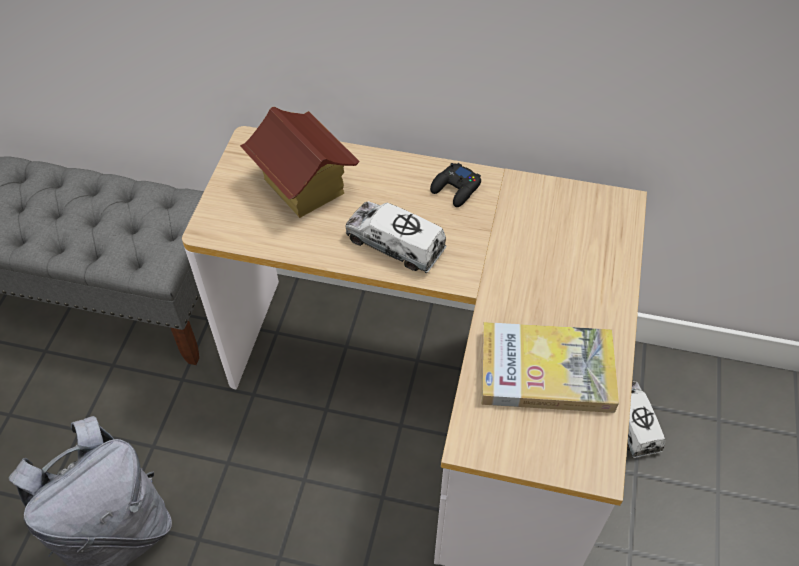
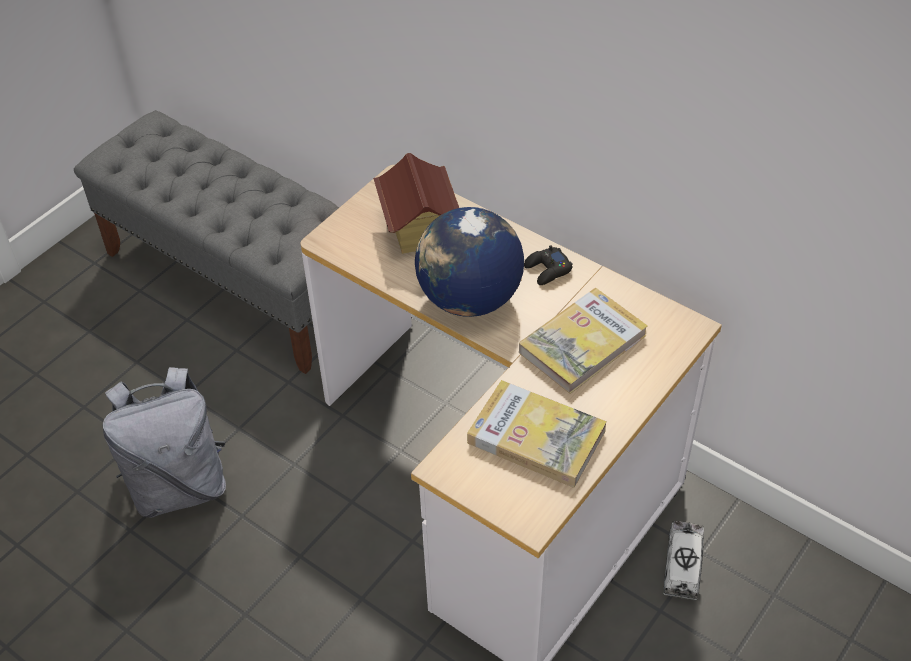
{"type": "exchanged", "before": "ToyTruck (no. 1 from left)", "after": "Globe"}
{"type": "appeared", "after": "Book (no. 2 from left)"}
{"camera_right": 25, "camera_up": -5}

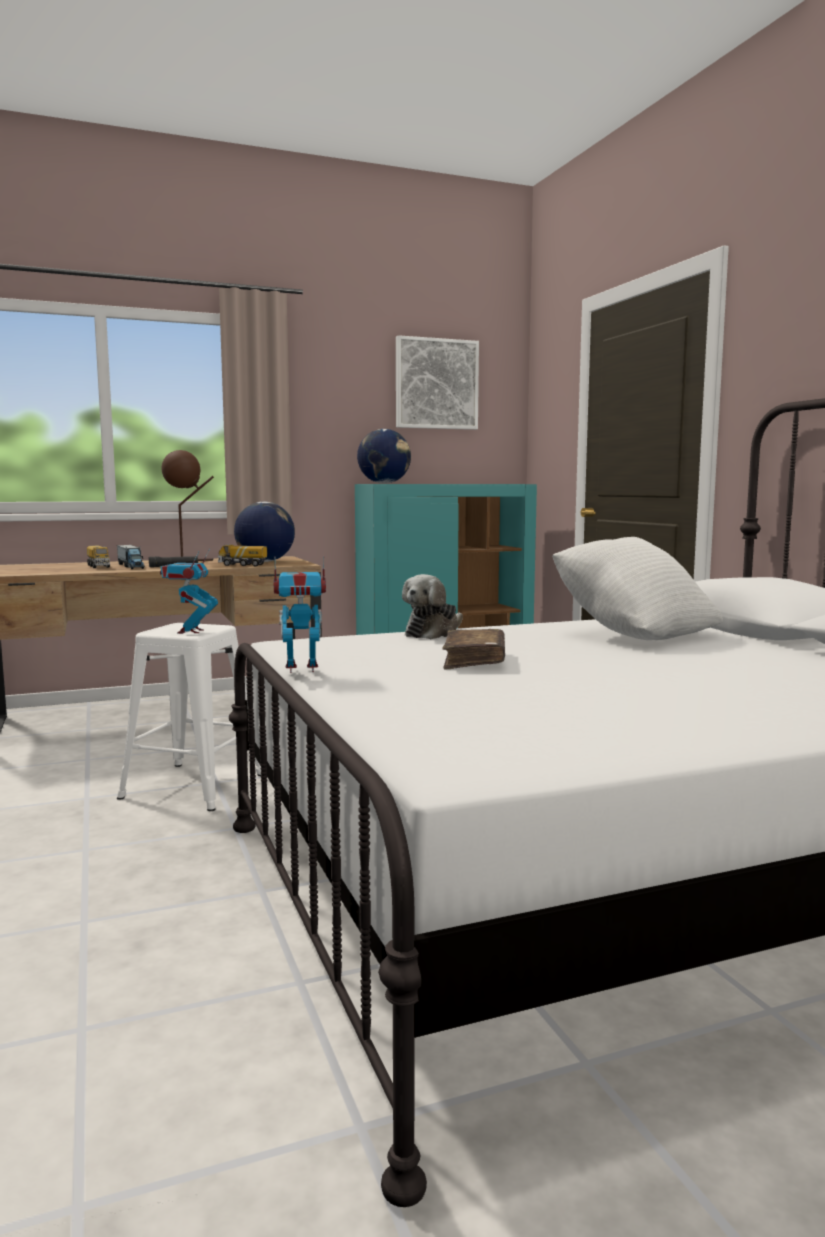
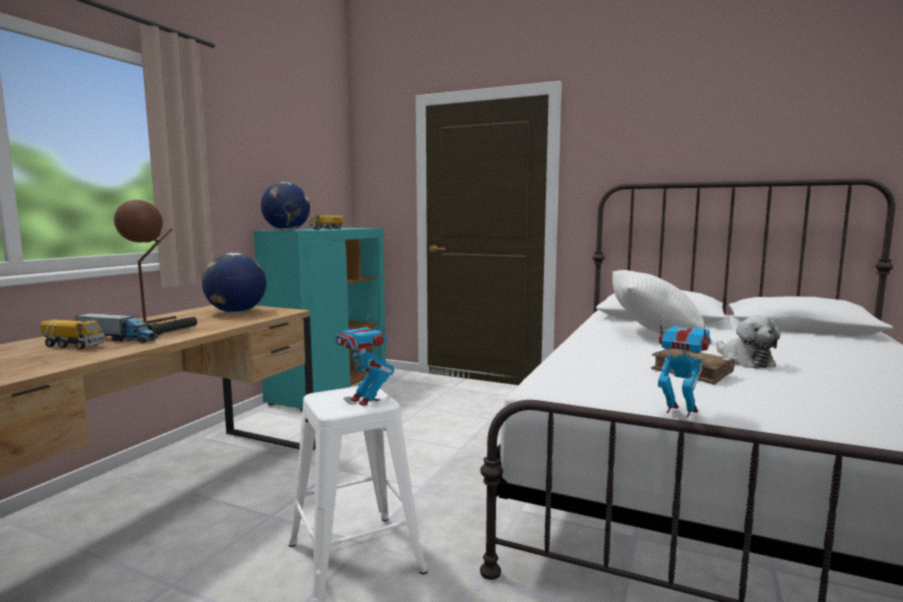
{"type": "relocated", "before": "ToyTruck (no. 3 from left)"}
{"type": "spun", "before": "ToyRobot (no. 2 from left)", "turn": 90}
{"type": "missing", "before": "Picture"}
{"type": "relocated", "before": "PlushToy"}
{"camera_right": -45, "camera_up": 0}

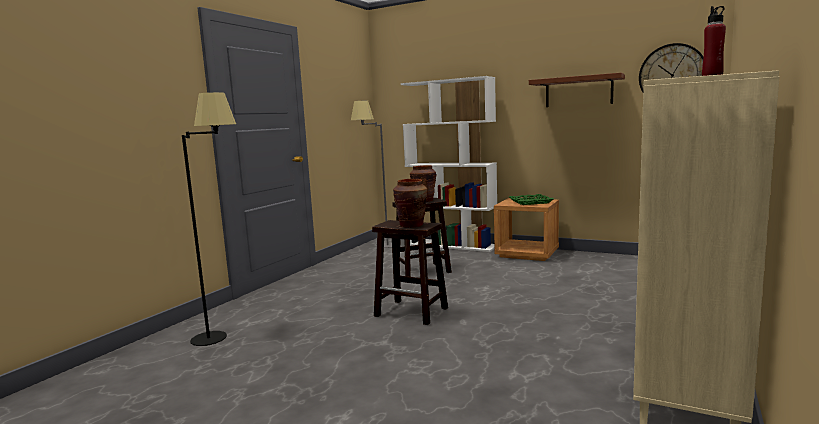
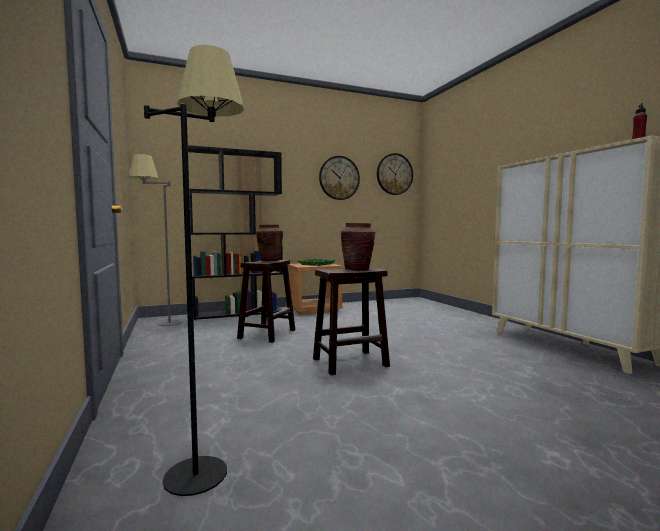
{"type": "colour", "before": "WhiteBookcase", "after": "BlackBookcase"}
{"type": "exchanged", "before": "BrownShelf", "after": "WallClock (no. 1 from left)"}
{"camera_right": -50, "camera_up": -5}

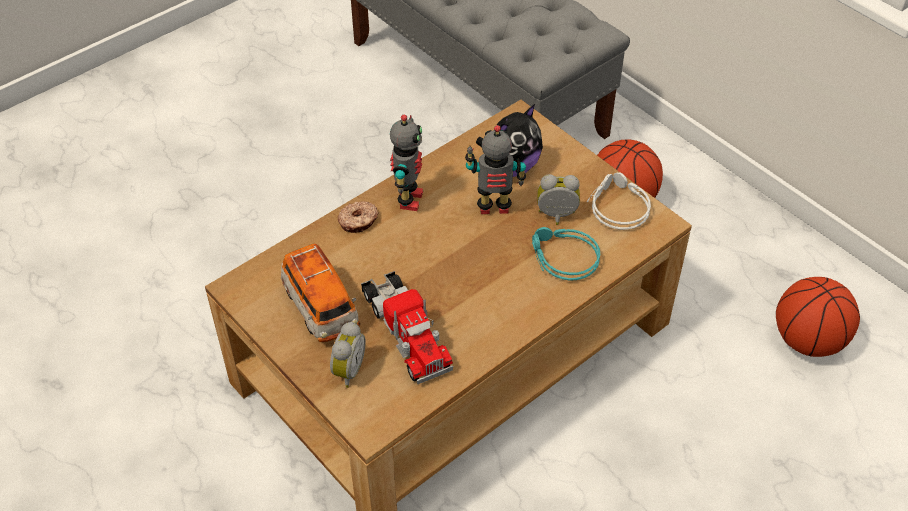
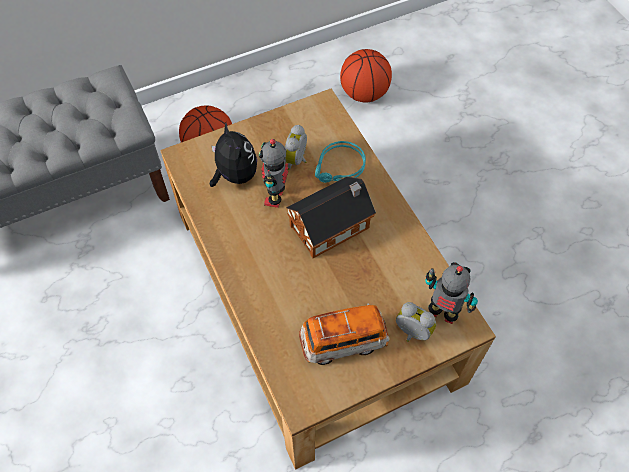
{"type": "missing", "before": "Donut"}
{"type": "missing", "before": "ToyTruck"}
{"type": "relocated", "before": "ToyRobot (no. 1 from left in the first image)", "after": "ToyRobot (no. 2 from left)"}
{"type": "missing", "before": "GreyHeadphones"}
{"type": "appeared", "after": "ToyHouse"}
{"camera_right": -75, "camera_up": 10}

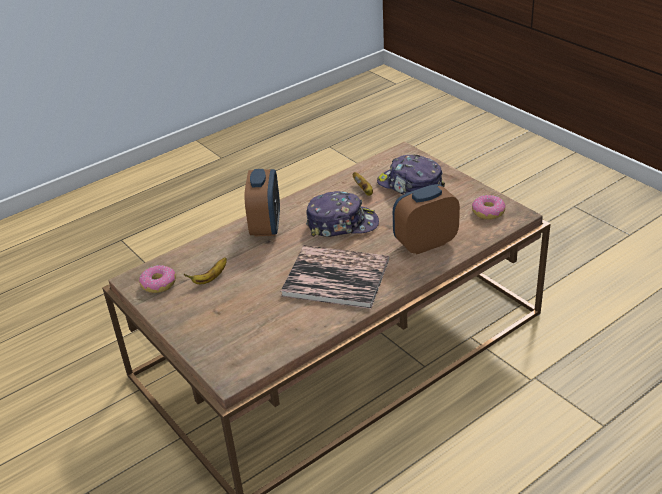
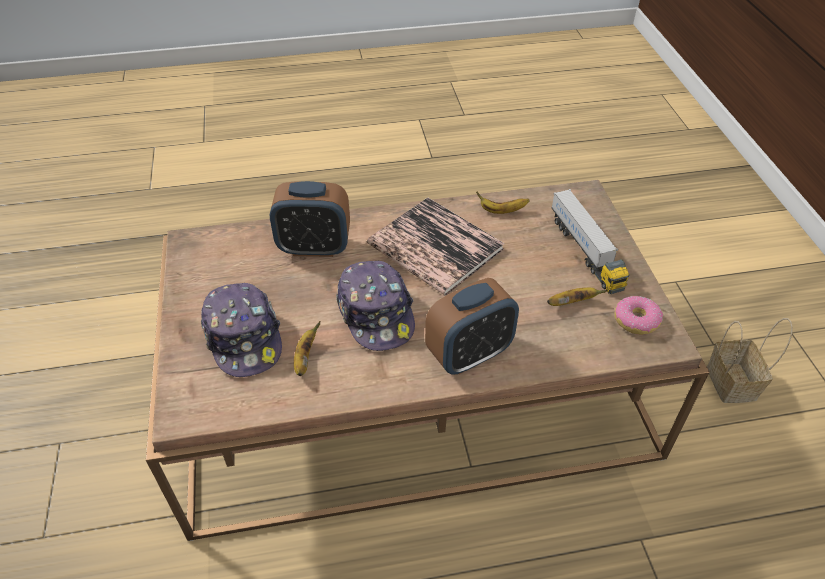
{"type": "spun", "before": "AlarmClock (no. 1 from left in the first image)", "turn": -150}
{"type": "spun", "before": "Cap (no. 1 from left in the first image)", "turn": -135}
{"type": "missing", "before": "Donut (no. 2 from left)"}
{"type": "appeared", "after": "Banana (no. 2 from left)"}
{"type": "appeared", "after": "ToyTruck"}
{"type": "appeared", "after": "Basket"}
{"camera_right": -155, "camera_up": 10}

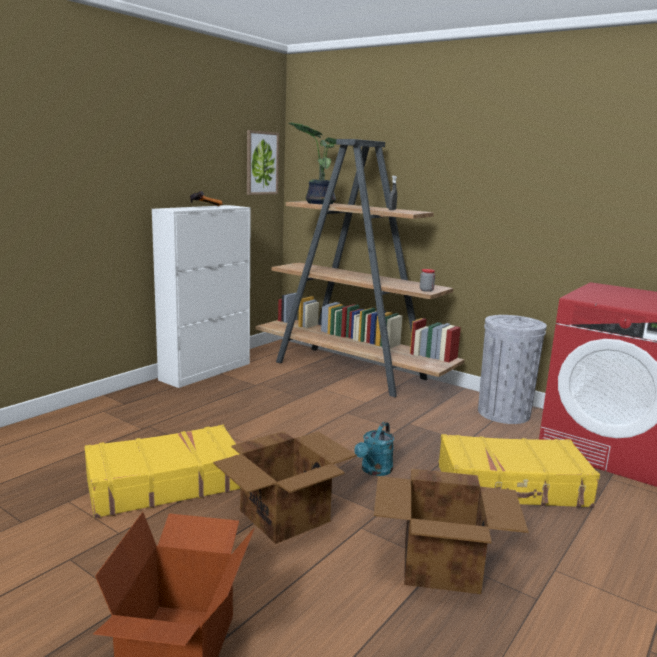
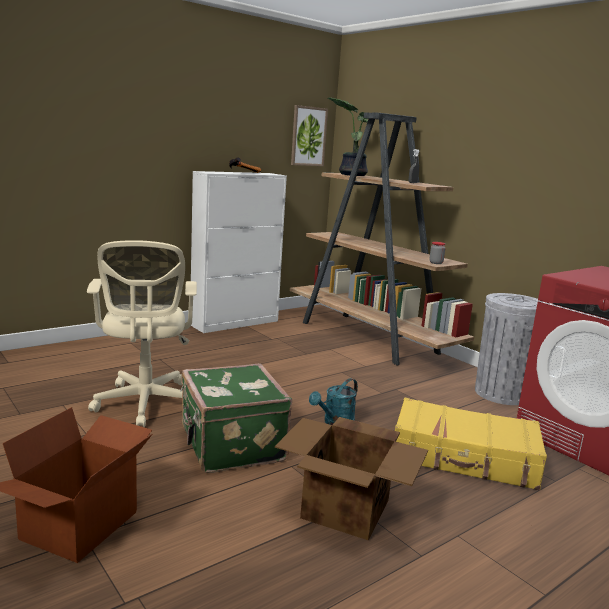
{"type": "exchanged", "before": "YellowSuitcase (no. 1 from left)", "after": "BeigeOfficeChair"}
{"type": "exchanged", "before": "CardboardBox (no. 2 from left)", "after": "GreenSuitcase"}
{"camera_right": 15, "camera_up": 0}

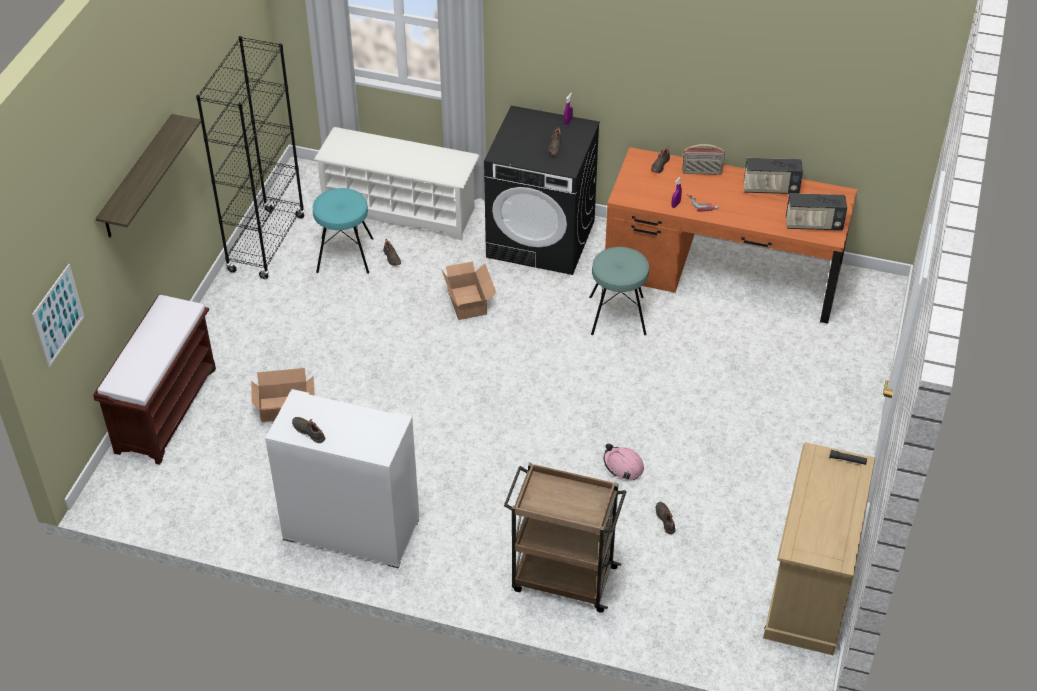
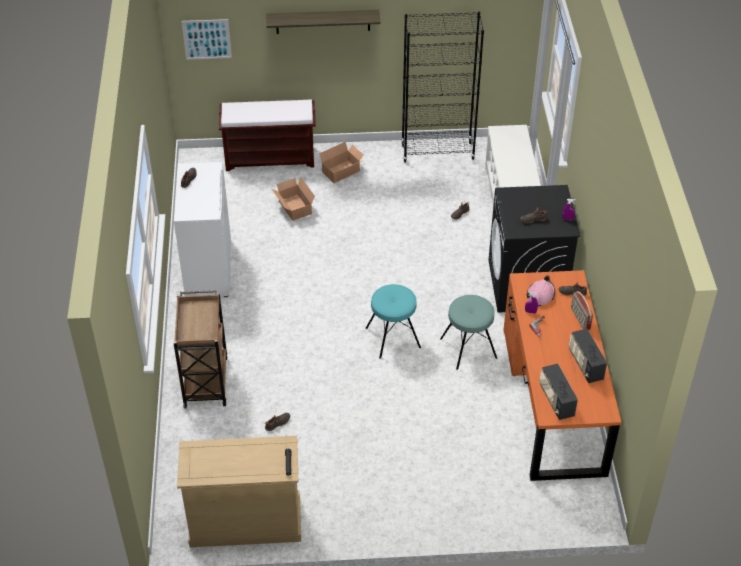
{"type": "relocated", "before": "TurquoiseStool (no. 1 from left)"}
{"type": "relocated", "before": "CardboardBox (no. 2 from left)"}
{"type": "relocated", "before": "PinkHardHat"}
{"camera_right": 70, "camera_up": 0}

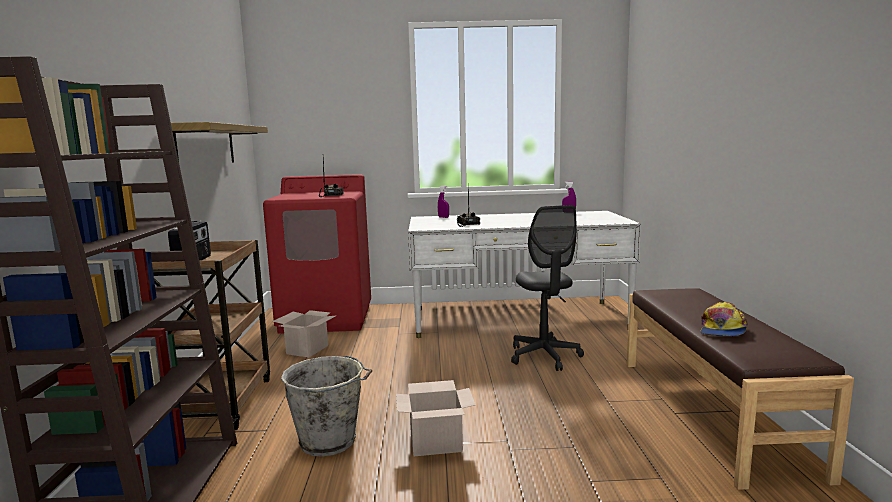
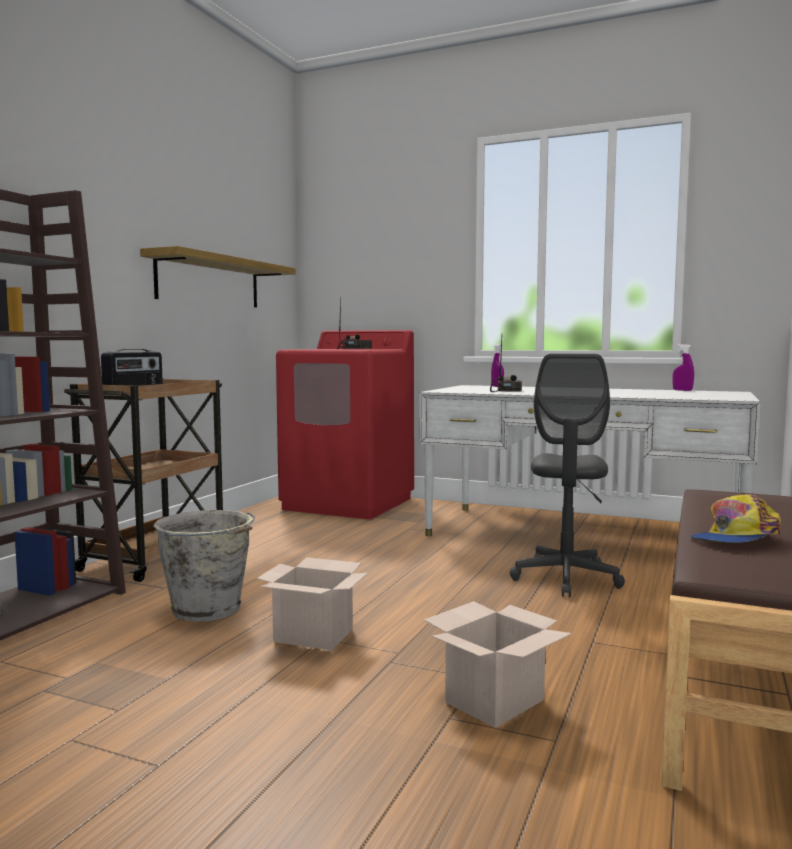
{"type": "relocated", "before": "CardboardBox (no. 1 from left in the first image)", "after": "CardboardBox (no. 2 from left)"}
{"camera_right": 25, "camera_up": -5}

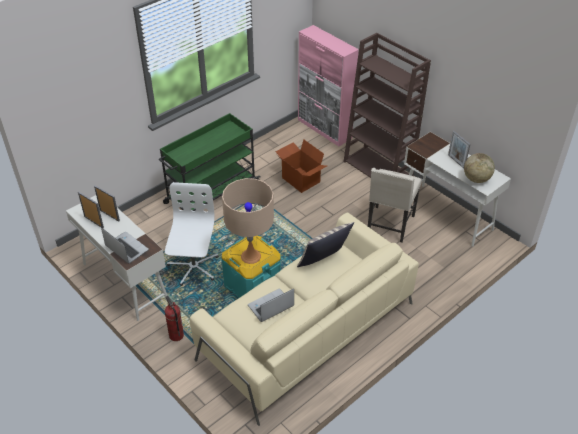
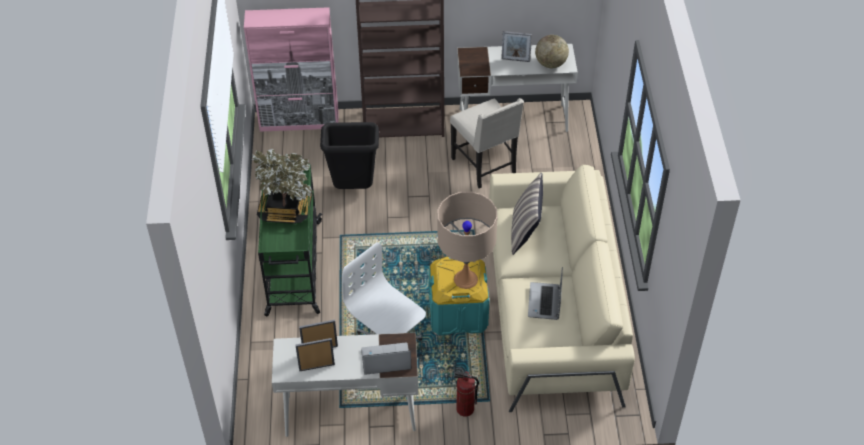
{"type": "exchanged", "before": "CardboardBox", "after": "BlackTrashCan"}
{"type": "appeared", "after": "PottedPlant"}
{"camera_right": -50, "camera_up": 5}

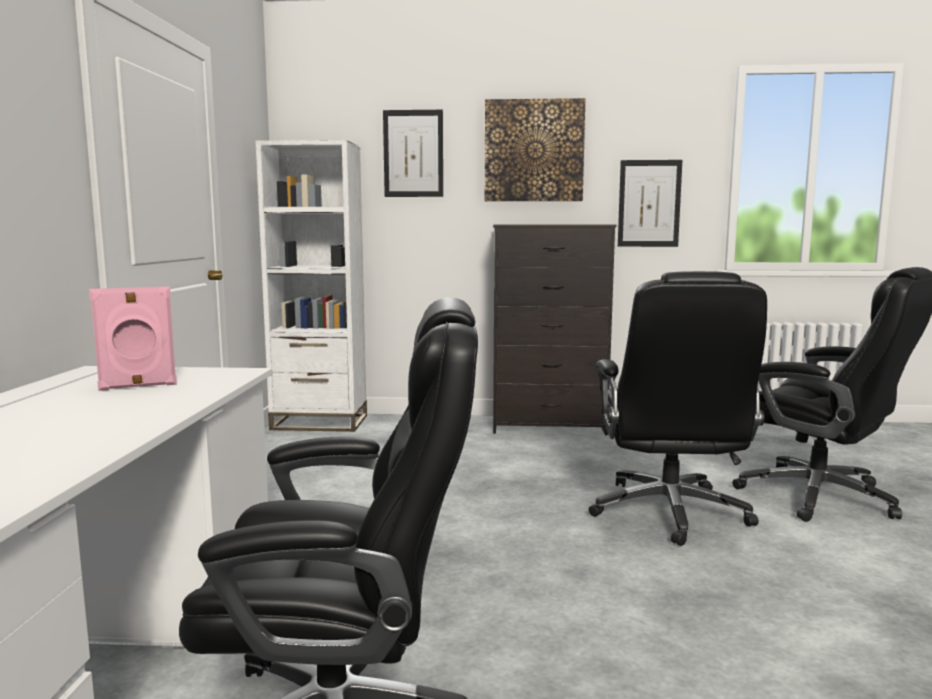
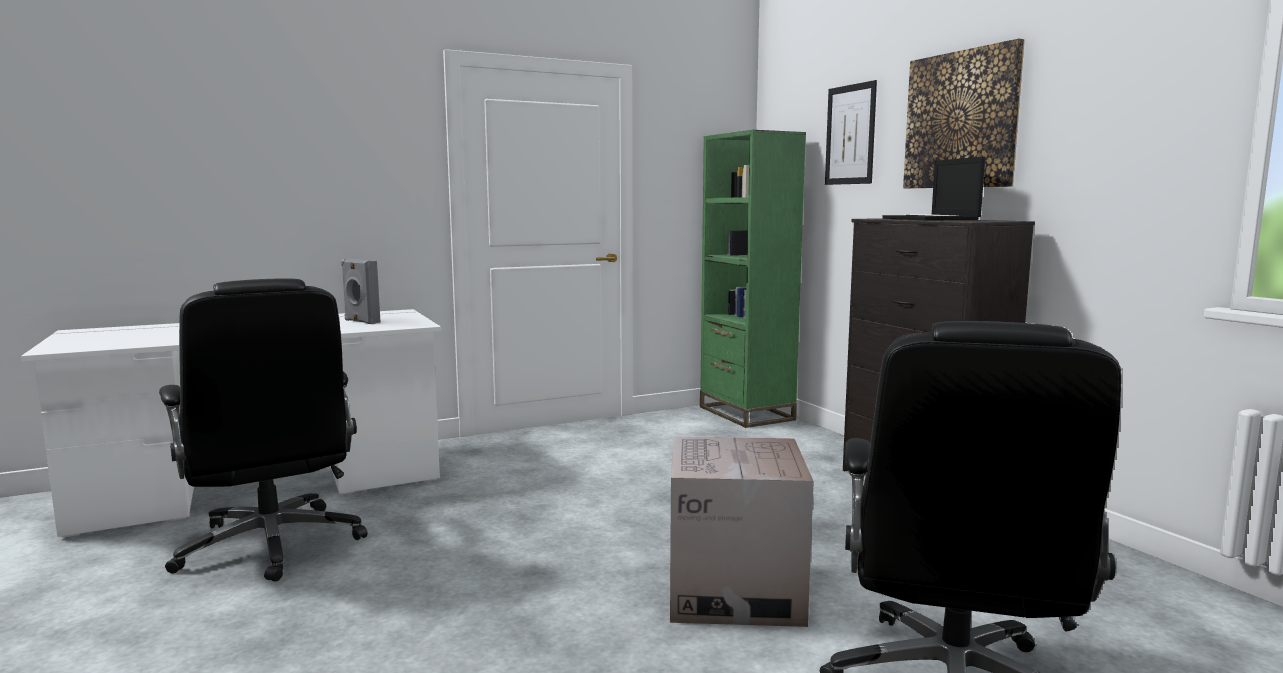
{"type": "colour", "before": "PinkSpeaker", "after": "GreySpeaker"}
{"type": "colour", "before": "WhiteBookcase", "after": "GreenBookcase"}
{"type": "exchanged", "before": "BlackOfficeChair (no. 2 from left)", "after": "CardboardBox"}
{"type": "missing", "before": "Picture (no. 3 from left)"}
{"type": "appeared", "after": "Laptop"}
{"camera_right": 60, "camera_up": 0}

